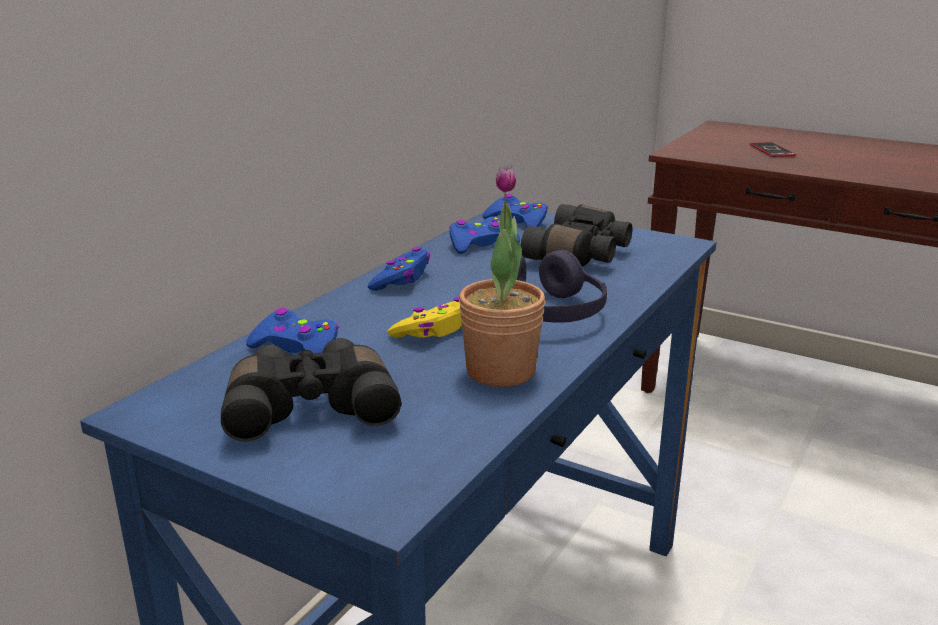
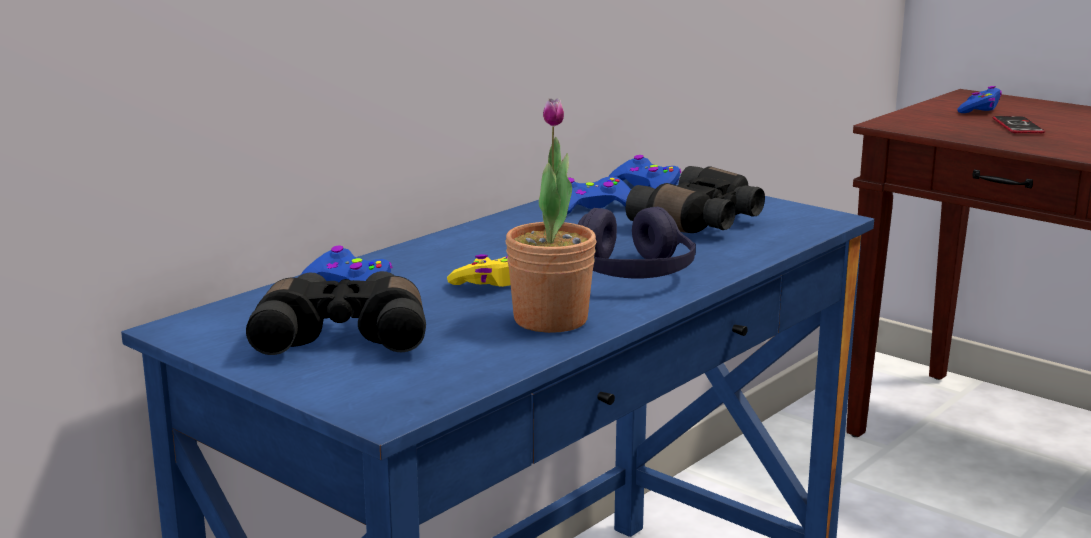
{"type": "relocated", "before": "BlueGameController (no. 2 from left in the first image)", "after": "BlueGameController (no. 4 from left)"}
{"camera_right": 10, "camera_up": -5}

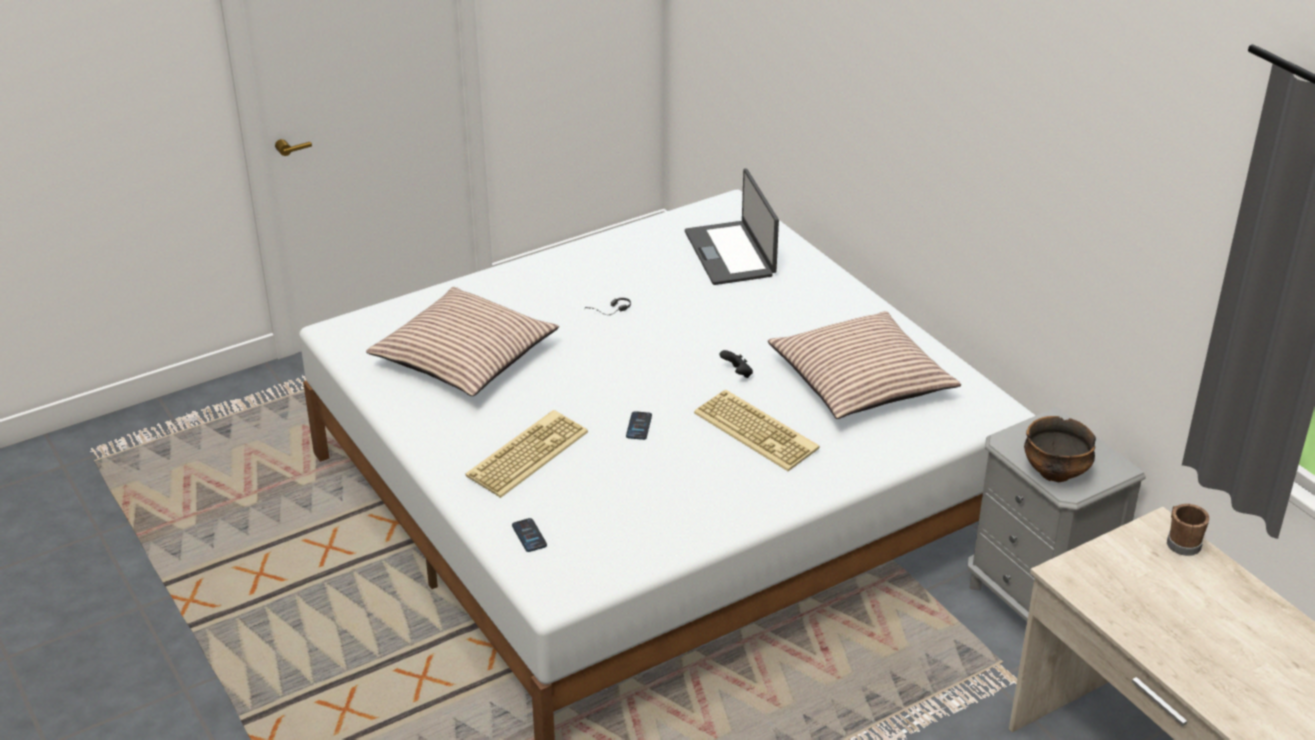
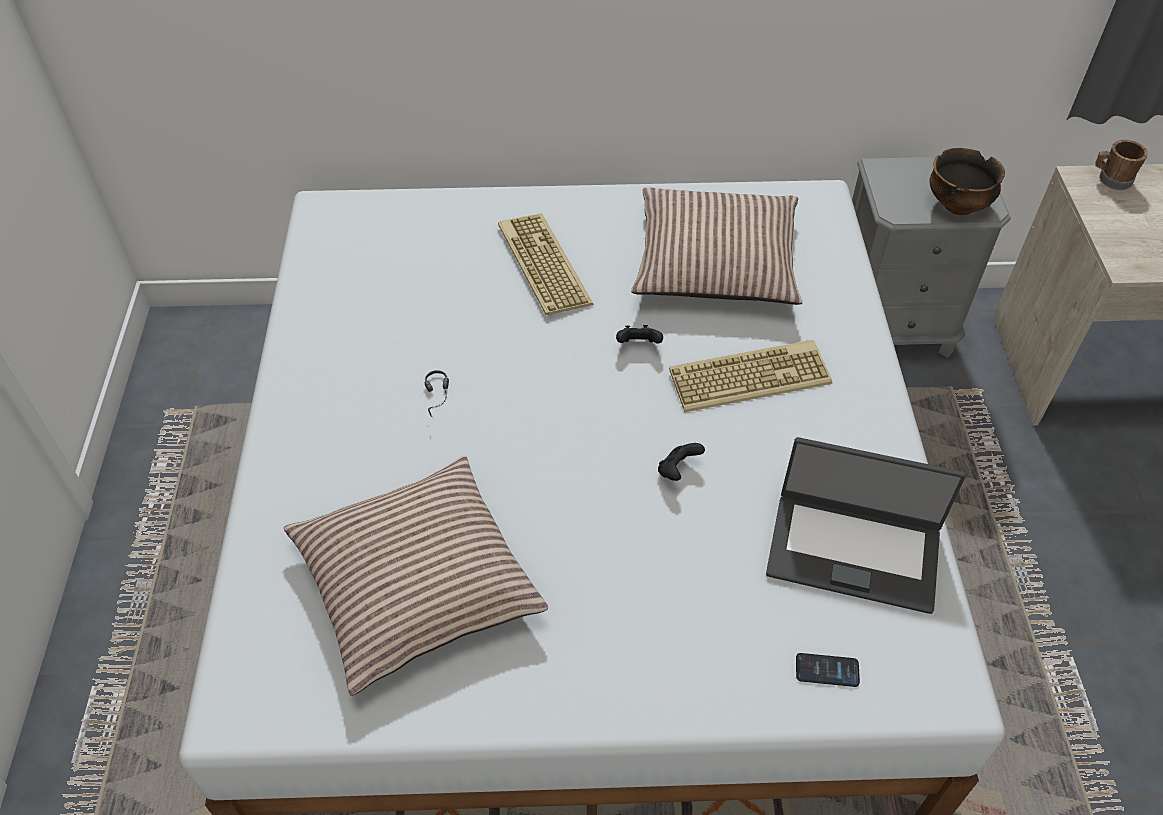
{"type": "relocated", "before": "Keyboard (no. 1 from left)"}
{"type": "exchanged", "before": "Phone (no. 2 from left)", "after": "BlackGameController (no. 2 from left)"}
{"type": "relocated", "before": "Laptop"}
{"camera_right": -60, "camera_up": 15}

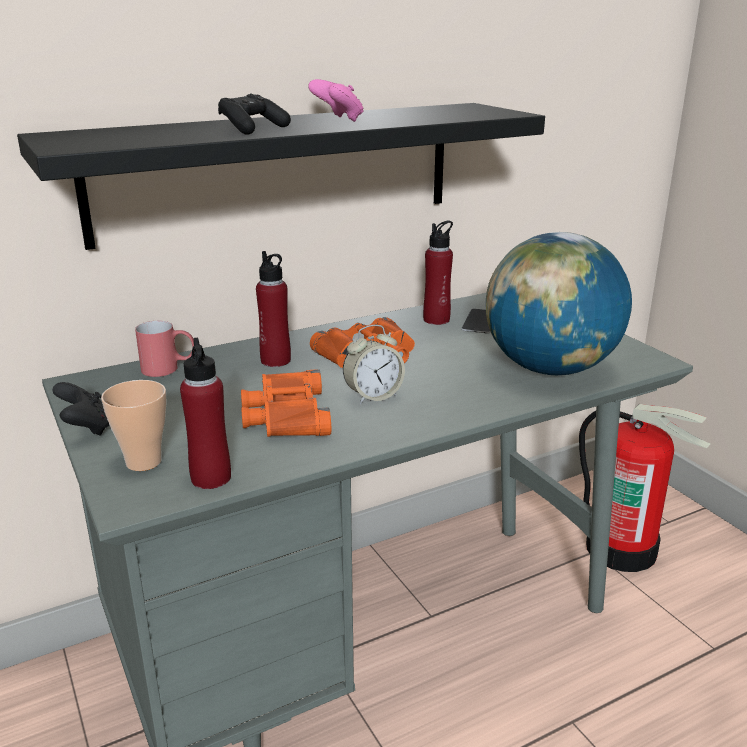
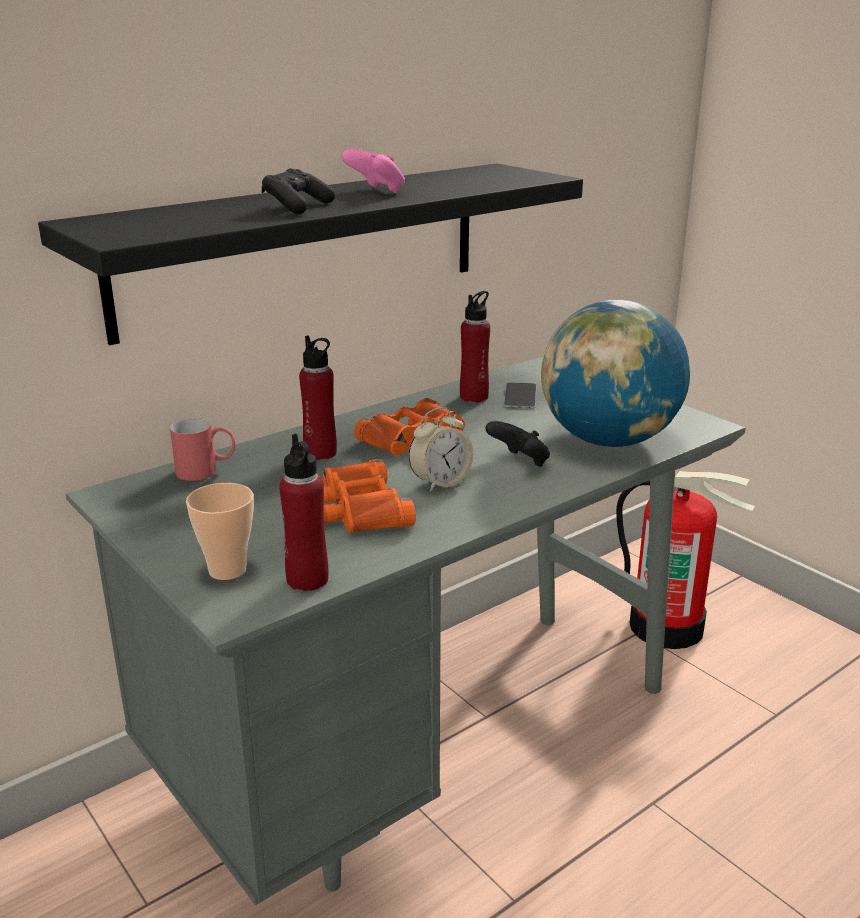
{"type": "relocated", "before": "BlackGameController (no. 1 from left in the first image)", "after": "BlackGameController (no. 2 from left)"}
{"camera_right": -10, "camera_up": 0}

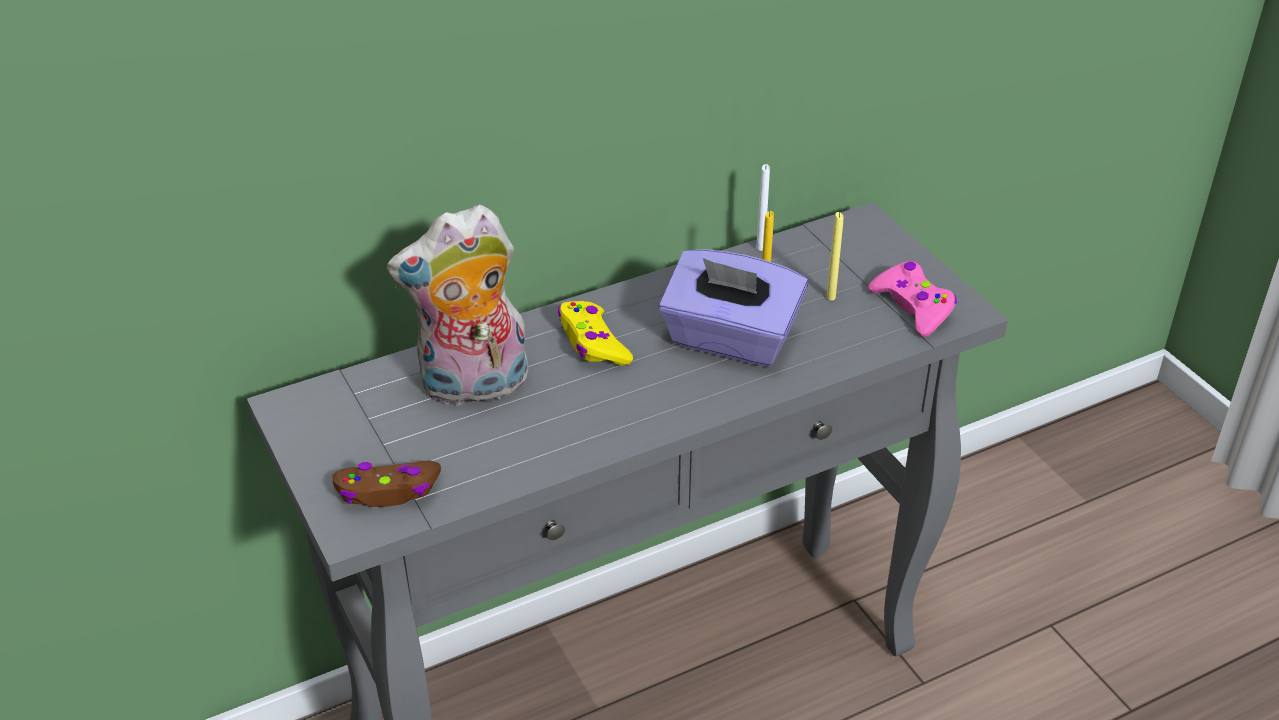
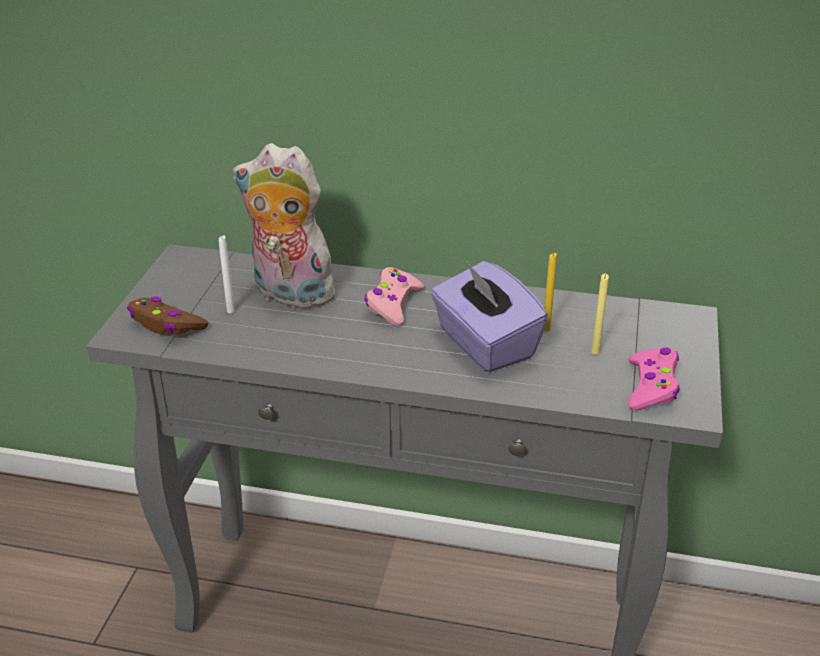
{"type": "colour", "before": "YellowGameController", "after": "PinkGameController (no. 1 from left)"}
{"type": "relocated", "before": "WhiteCandle"}
{"camera_right": 40, "camera_up": -5}

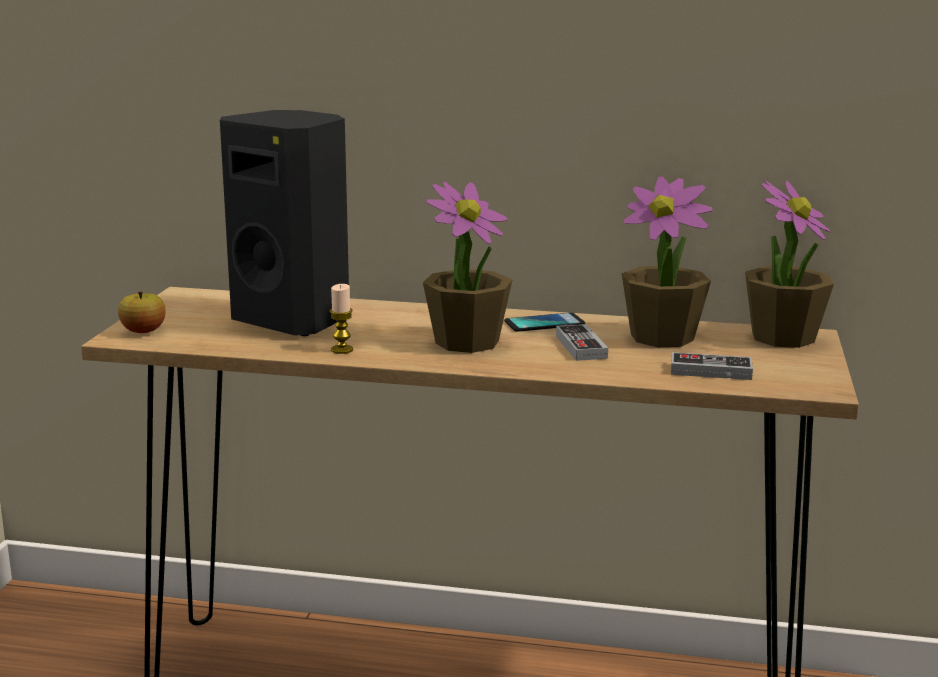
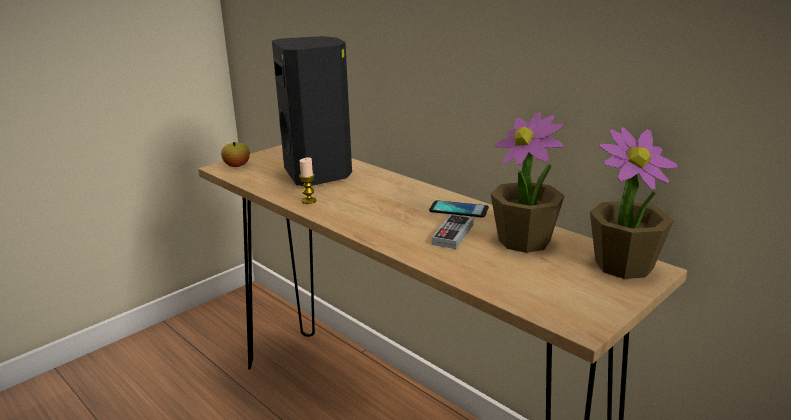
{"type": "missing", "before": "PottedPlant (no. 1 from left)"}
{"type": "missing", "before": "GameController (no. 2 from left)"}
{"camera_right": 35, "camera_up": 5}

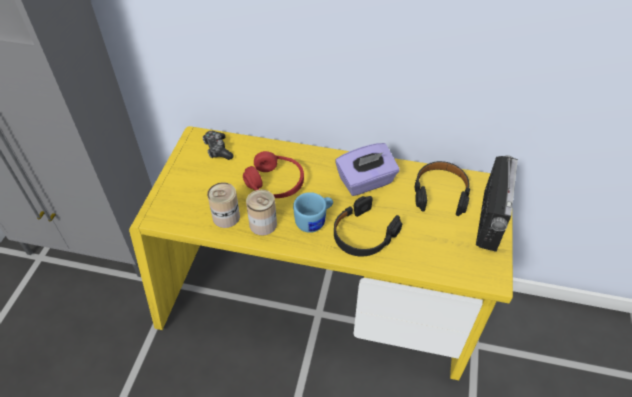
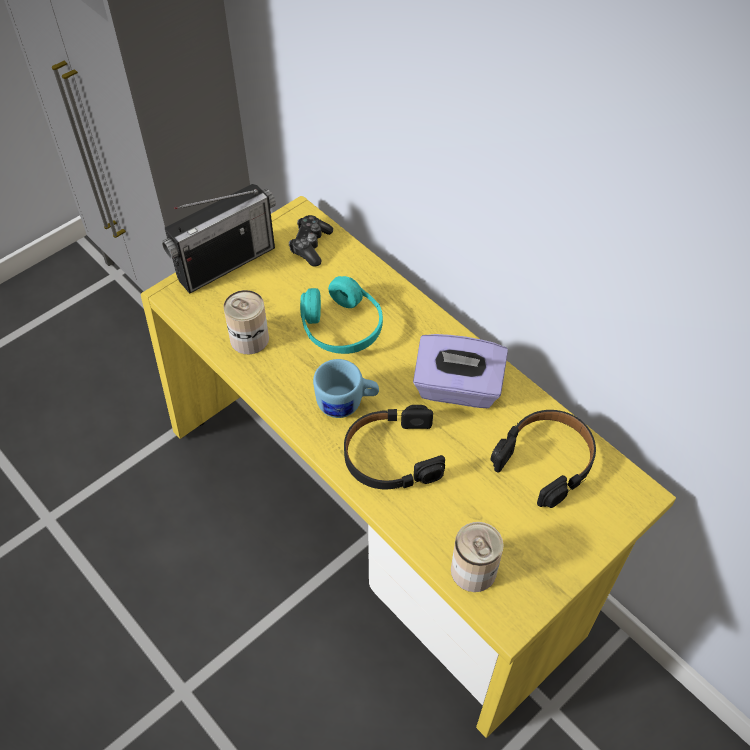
{"type": "colour", "before": "RedHeadphones", "after": "TurquoiseHeadphones"}
{"type": "relocated", "before": "Can (no. 2 from left)"}
{"type": "relocated", "before": "Radio"}
{"camera_right": 35, "camera_up": 5}

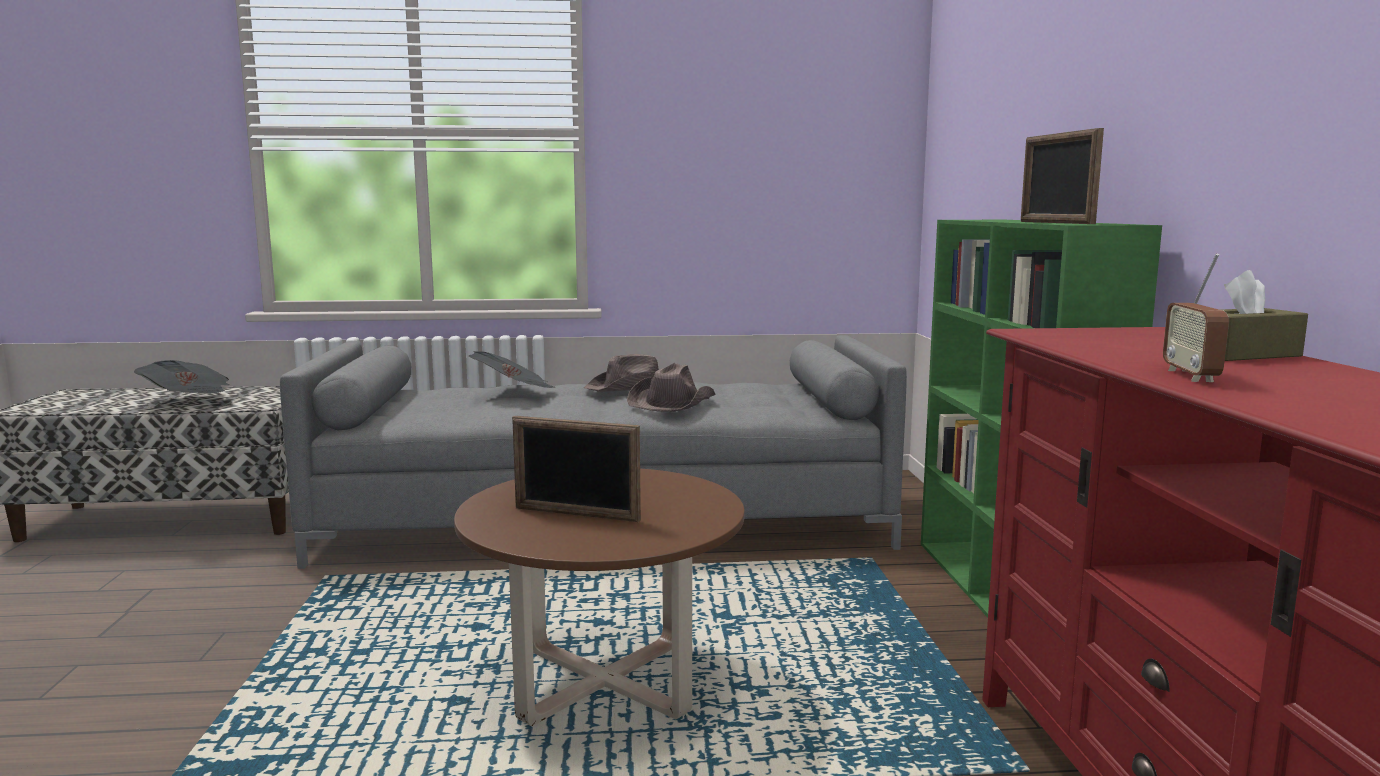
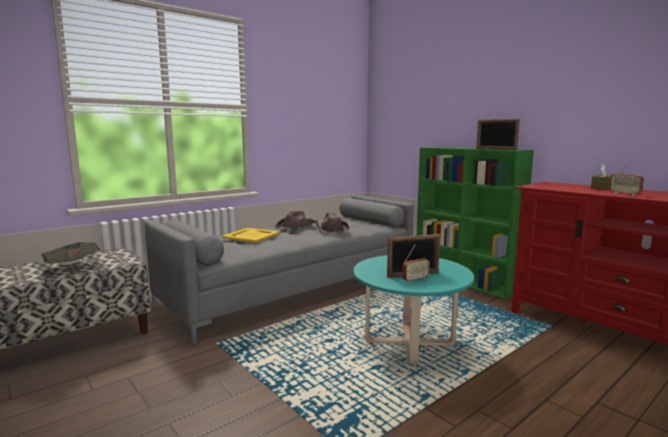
{"type": "colour", "before": "BrownCoffeeTable", "after": "TurquoiseCoffeeTable"}
{"type": "exchanged", "before": "Newspaper (no. 2 from left)", "after": "YellowTray"}
{"type": "appeared", "after": "Radio (no. 1 from left)"}
{"camera_right": -35, "camera_up": 0}

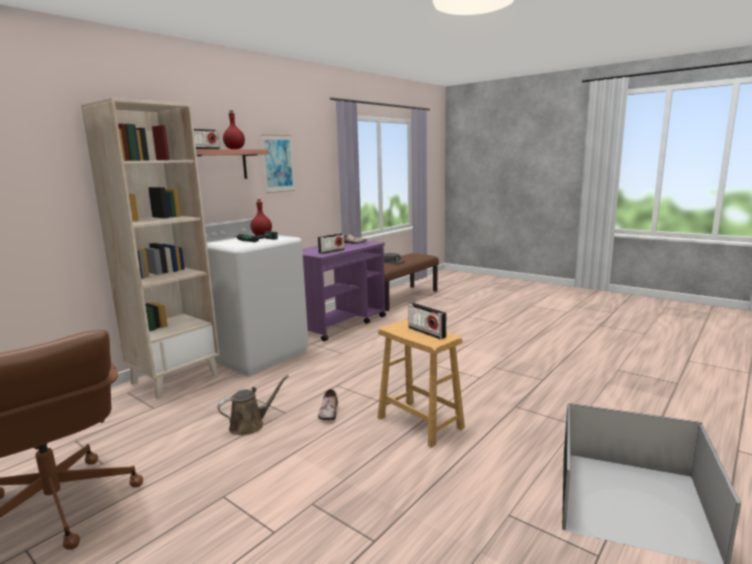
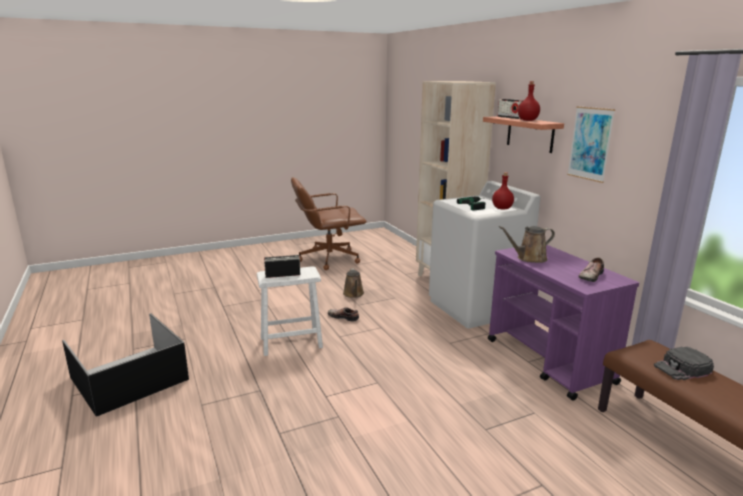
{"type": "exchanged", "before": "Radio (no. 2 from left)", "after": "BrownWateringCan (no. 2 from left)"}
{"type": "colour", "before": "BrownStool", "after": "WhiteStool"}
{"camera_right": 115, "camera_up": 5}

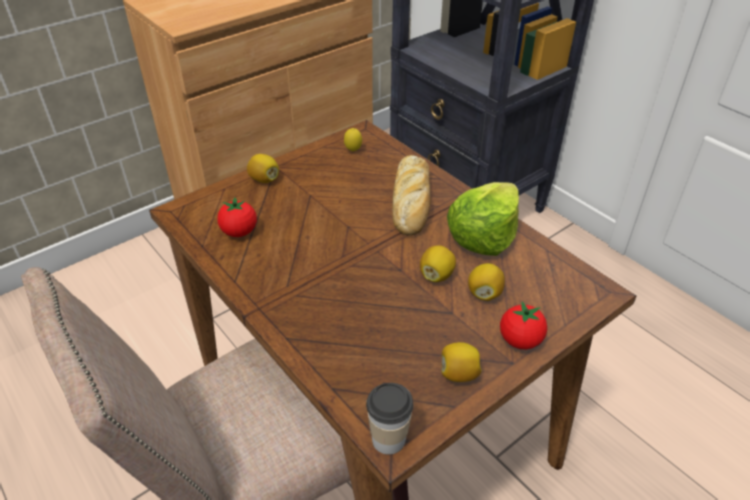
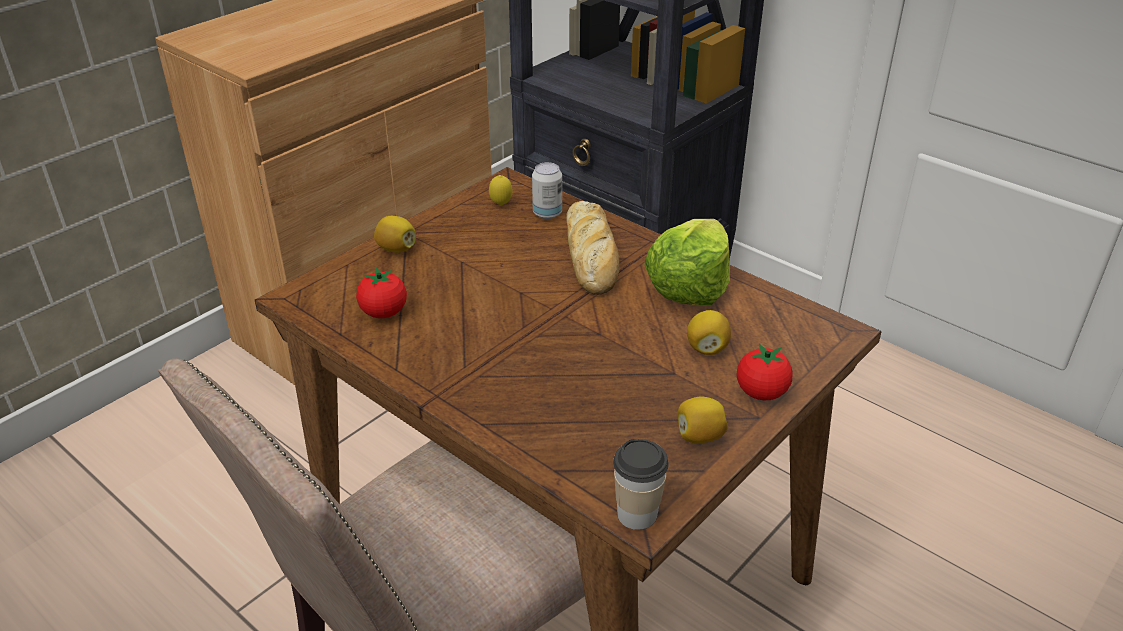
{"type": "missing", "before": "Lemon (no. 3 from left)"}
{"type": "appeared", "after": "Can"}
{"camera_right": -10, "camera_up": -5}

